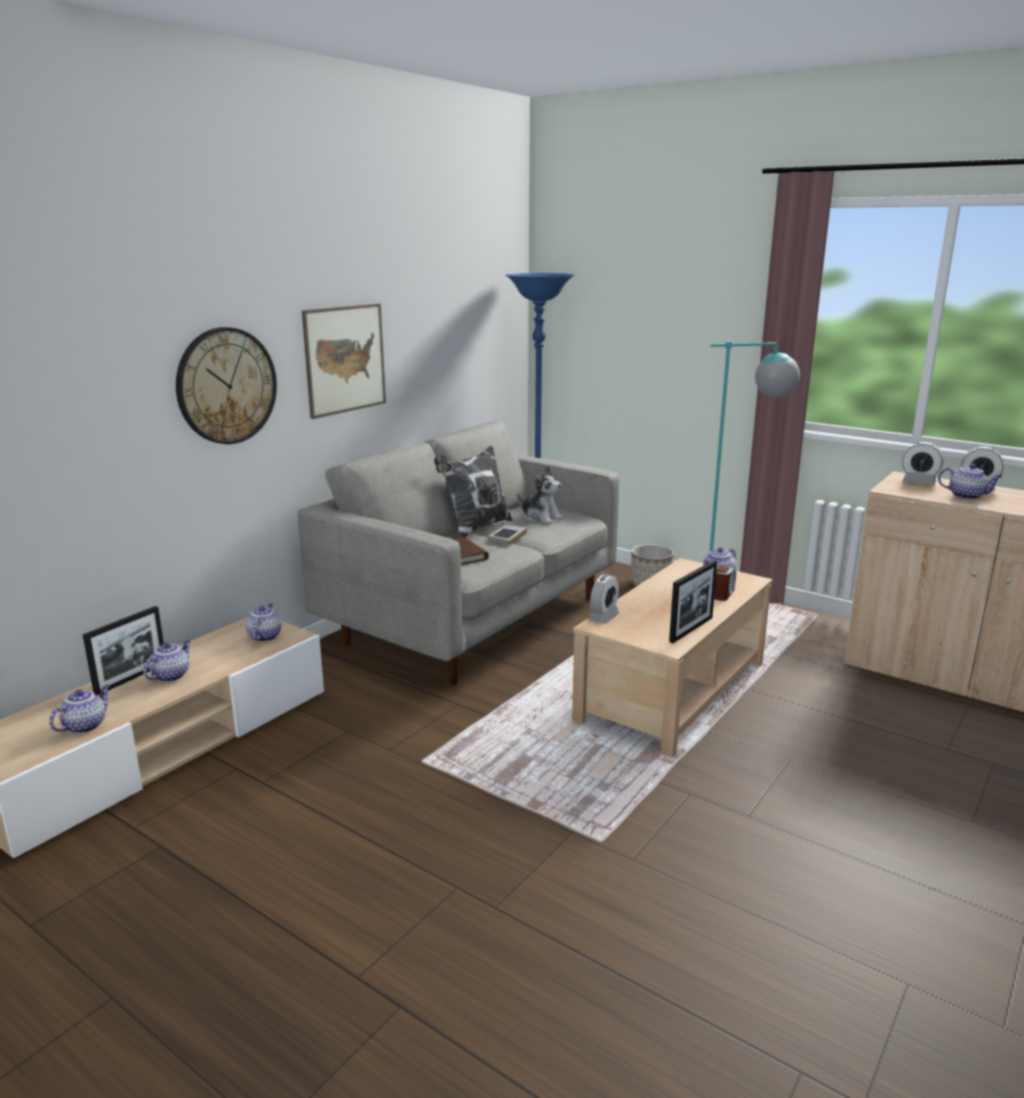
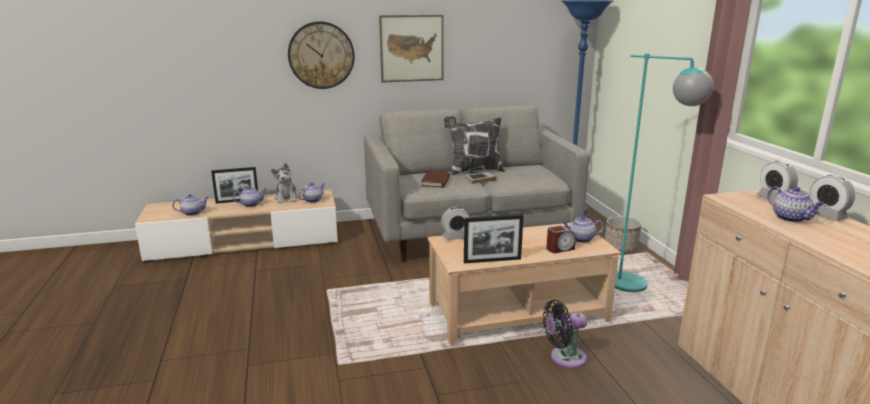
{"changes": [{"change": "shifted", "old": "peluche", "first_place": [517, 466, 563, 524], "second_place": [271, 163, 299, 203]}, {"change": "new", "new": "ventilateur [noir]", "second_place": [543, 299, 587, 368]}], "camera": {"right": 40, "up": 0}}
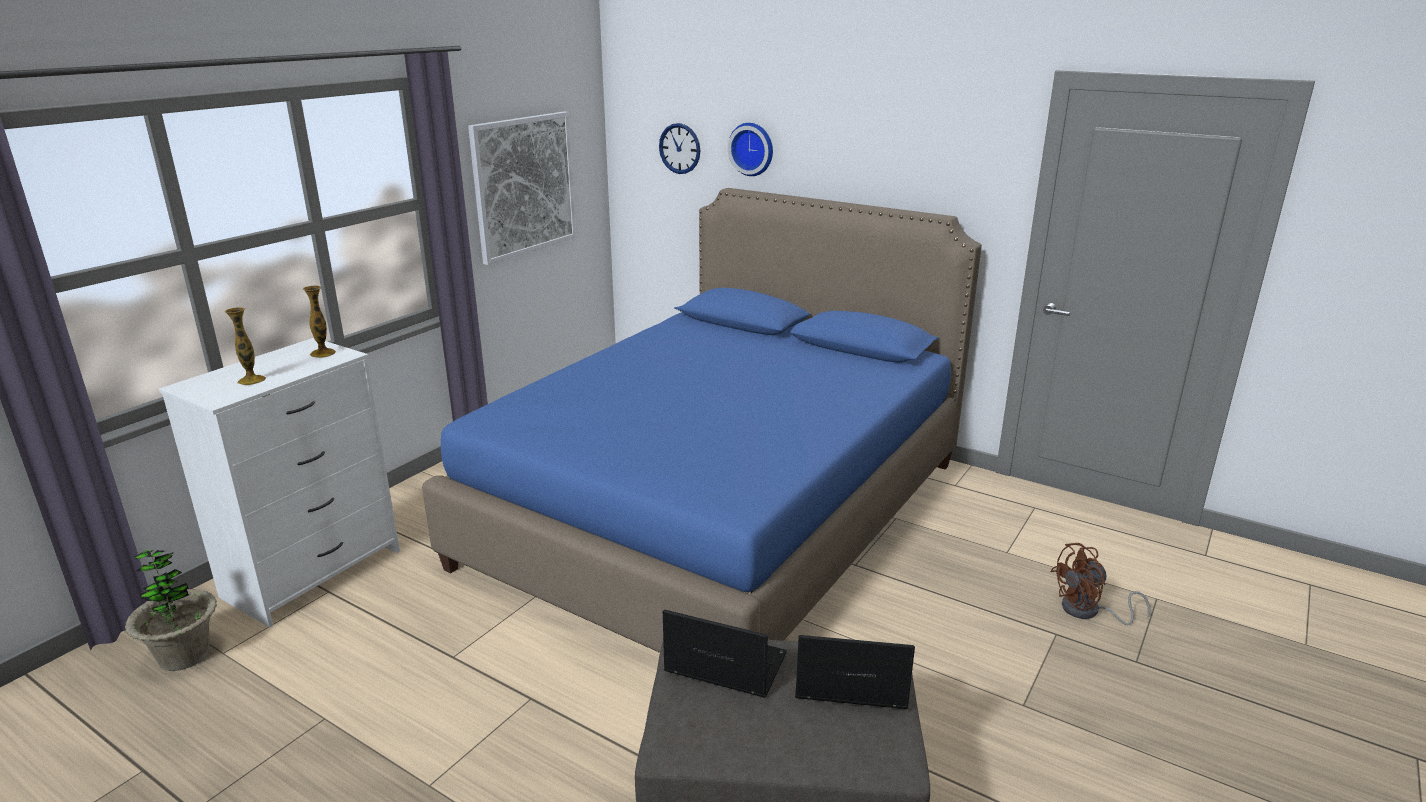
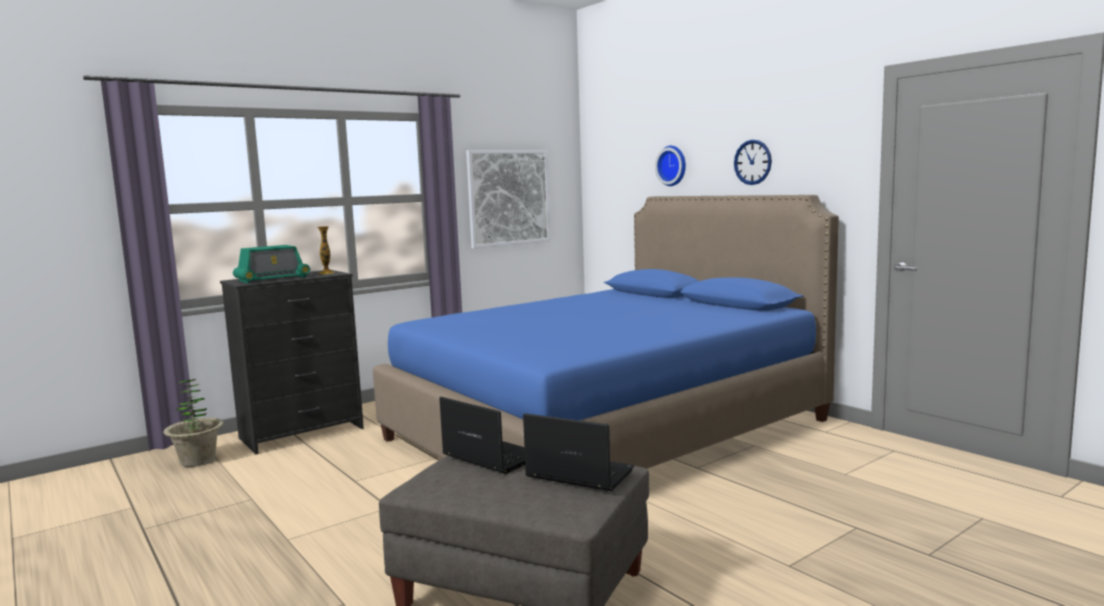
{"changes": [{"change": "shifted", "old": "horloge murale", "first_place": [659, 123, 700, 174], "second_place": [734, 140, 772, 185]}, {"change": "swapped", "old": "vase", "new": "radio", "first_place": [225, 307, 266, 385], "second_place": [233, 245, 310, 284]}, {"change": "repainted", "old": "commode [blanc]", "new": "commode [noir]", "first_place": [159, 338, 400, 628], "second_place": [220, 270, 364, 454]}, {"change": "gone", "old": "ventilateur [marron]", "first_place": [1050, 543, 1150, 625]}], "camera": {"right": 20, "up": -15}}
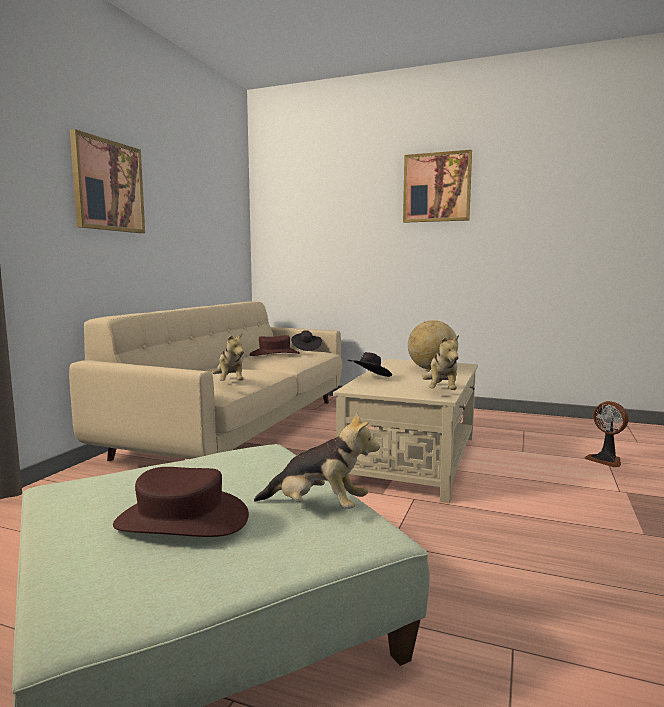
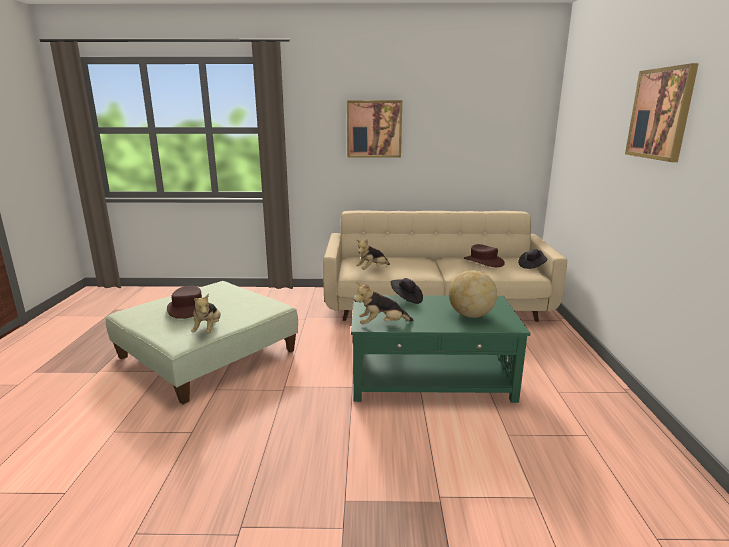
{"changes": [{"change": "repainted", "old": "table basse [beige]", "new": "table basse [vert]", "first_place": [333, 359, 478, 503], "second_place": [351, 295, 530, 403]}, {"change": "gone", "old": "ventilateur", "first_place": [584, 401, 628, 467]}], "camera": {"right": 70, "up": 10}}
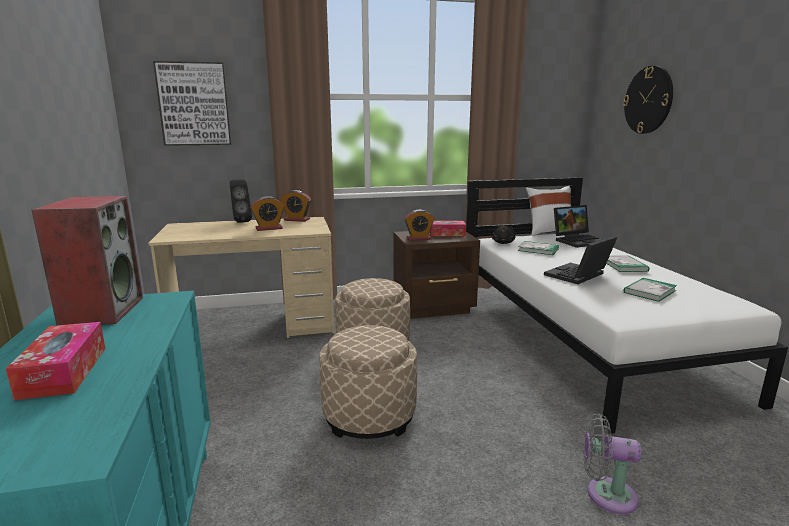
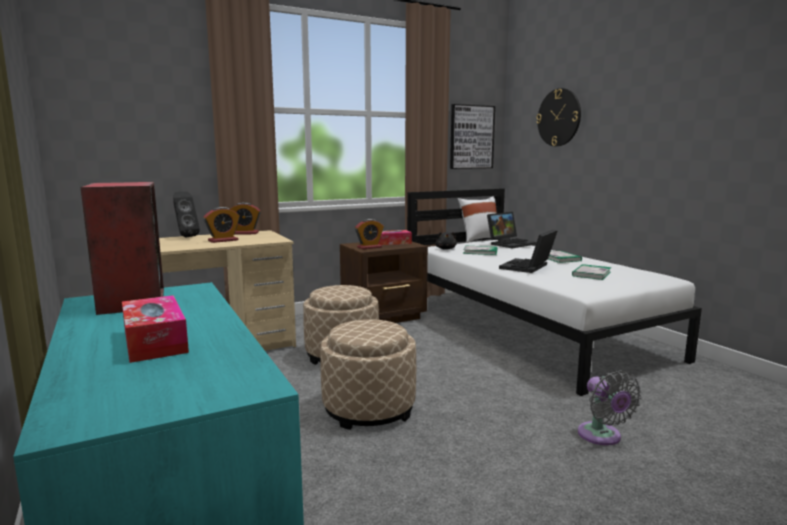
{"changes": [{"change": "shifted", "old": "tableau", "first_place": [153, 61, 231, 146], "second_place": [450, 104, 495, 169]}, {"change": "rotated", "old": "ventilateur [gris]", "first_place": [583, 413, 641, 514], "second_place": [578, 370, 642, 445], "degrees": -105}], "camera": {"right": -15, "up": -5}}
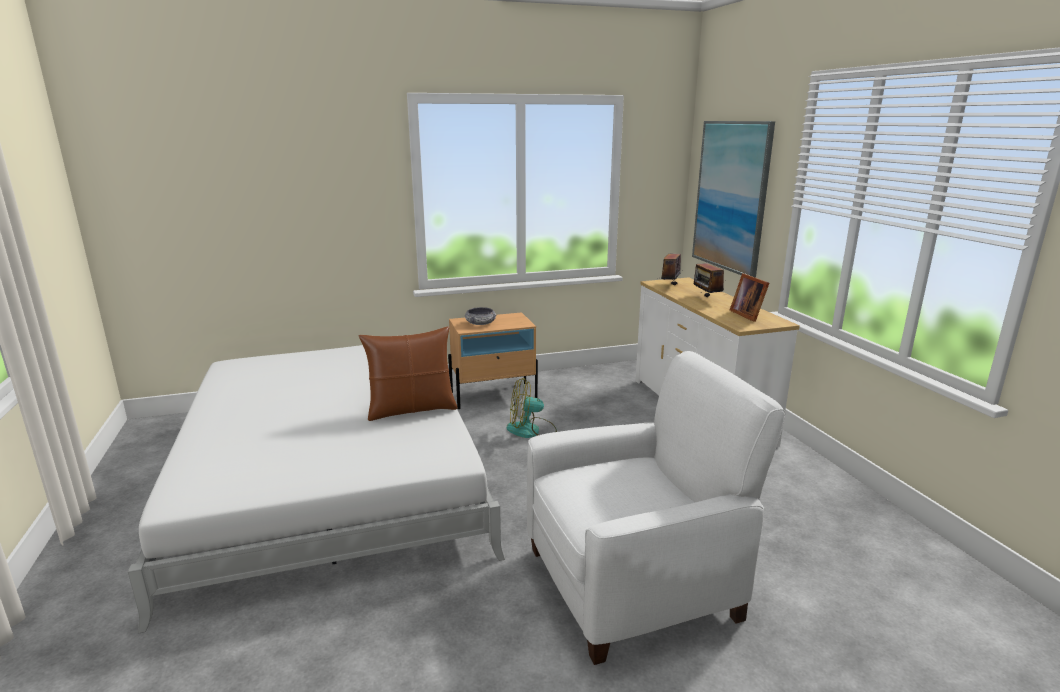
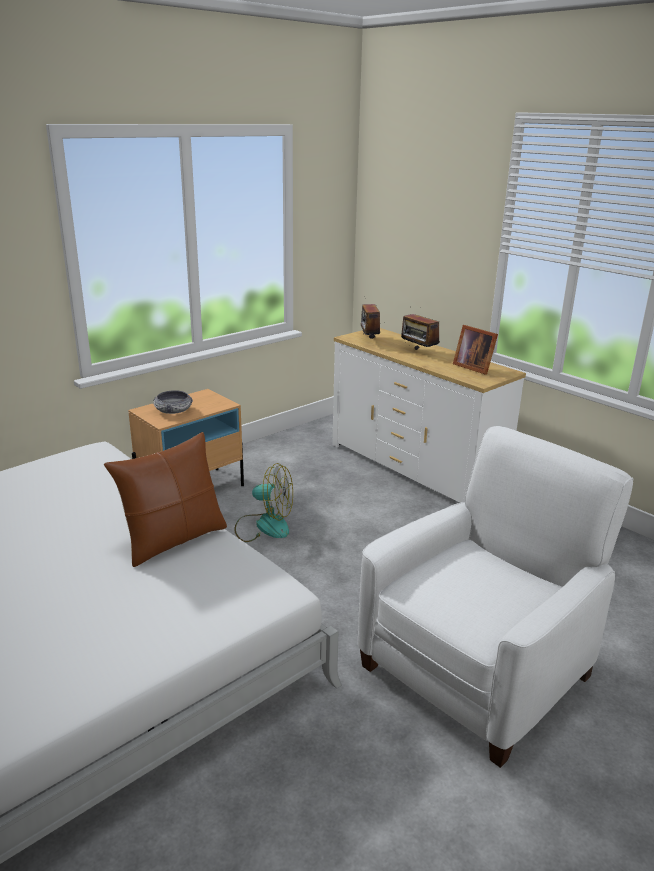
{"changes": [{"change": "gone", "old": "tableau", "first_place": [692, 121, 775, 278]}, {"change": "rotated", "old": "ventilateur", "first_place": [507, 378, 557, 438], "second_place": [234, 463, 293, 542], "degrees": -135}], "camera": {"right": -25, "up": 5}}
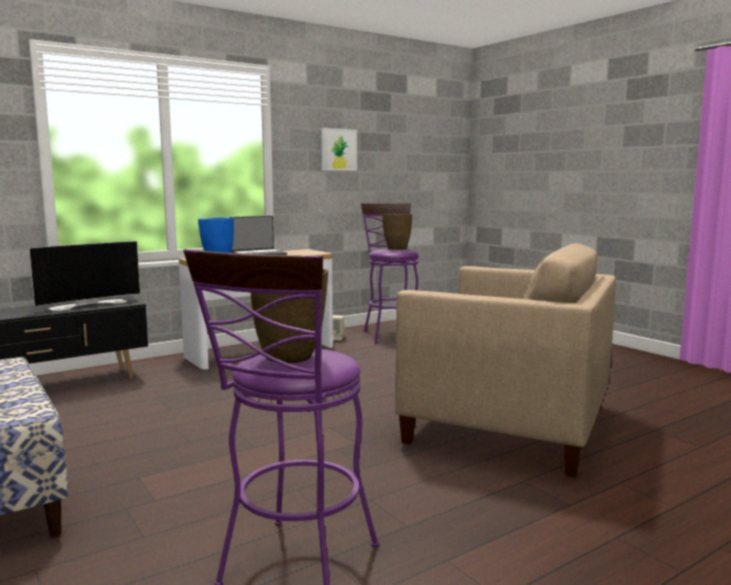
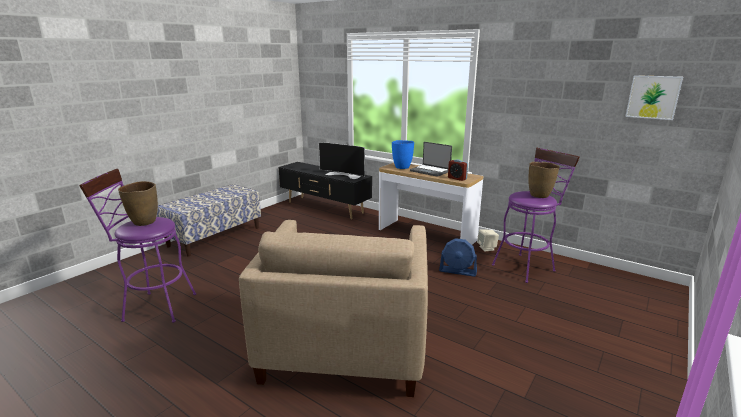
{"changes": [{"change": "shifted", "old": "tableau", "first_place": [321, 128, 357, 171], "second_place": [625, 75, 683, 120]}, {"change": "new", "new": "réveil", "second_place": [448, 159, 468, 181]}, {"change": "new", "new": "ventilateur [bleu]", "second_place": [439, 238, 477, 277]}], "camera": {"right": 70, "up": 10}}
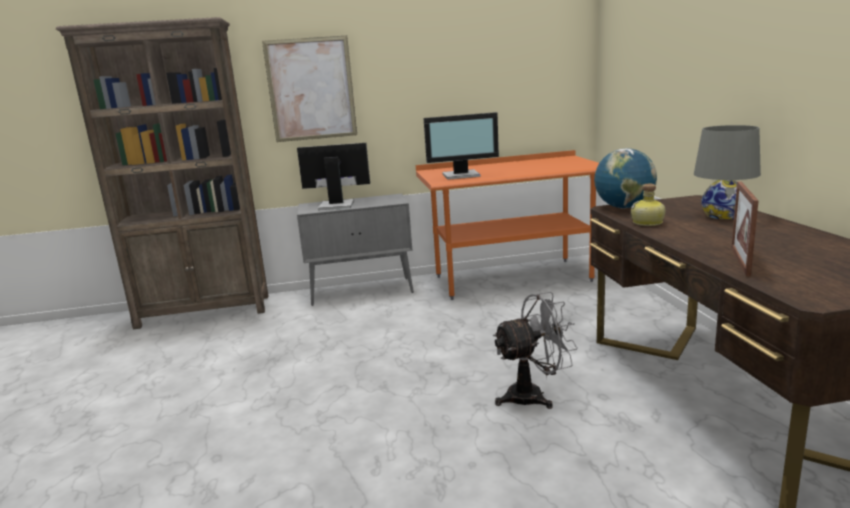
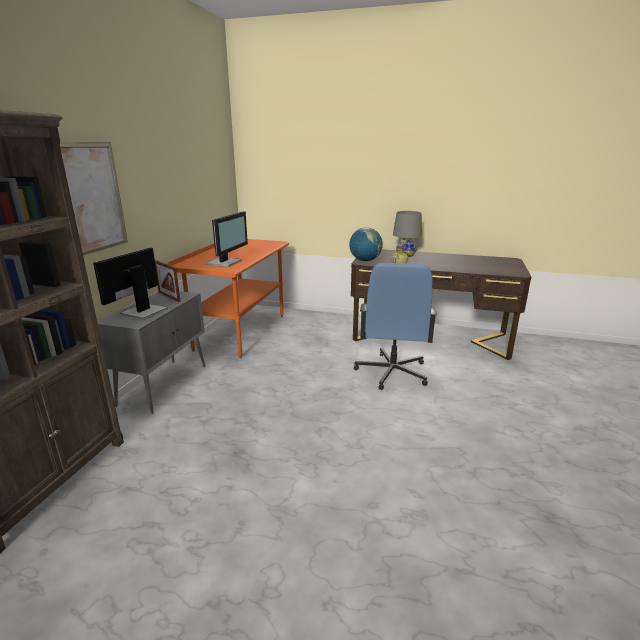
{"changes": [{"change": "shifted", "old": "cadre photo", "first_place": [731, 181, 759, 276], "second_place": [155, 260, 181, 302]}, {"change": "swapped", "old": "ventilateur [gris]", "new": "chaise de bureau [bleu]", "first_place": [493, 292, 577, 409], "second_place": [354, 263, 437, 390]}], "camera": {"right": -65, "up": 5}}
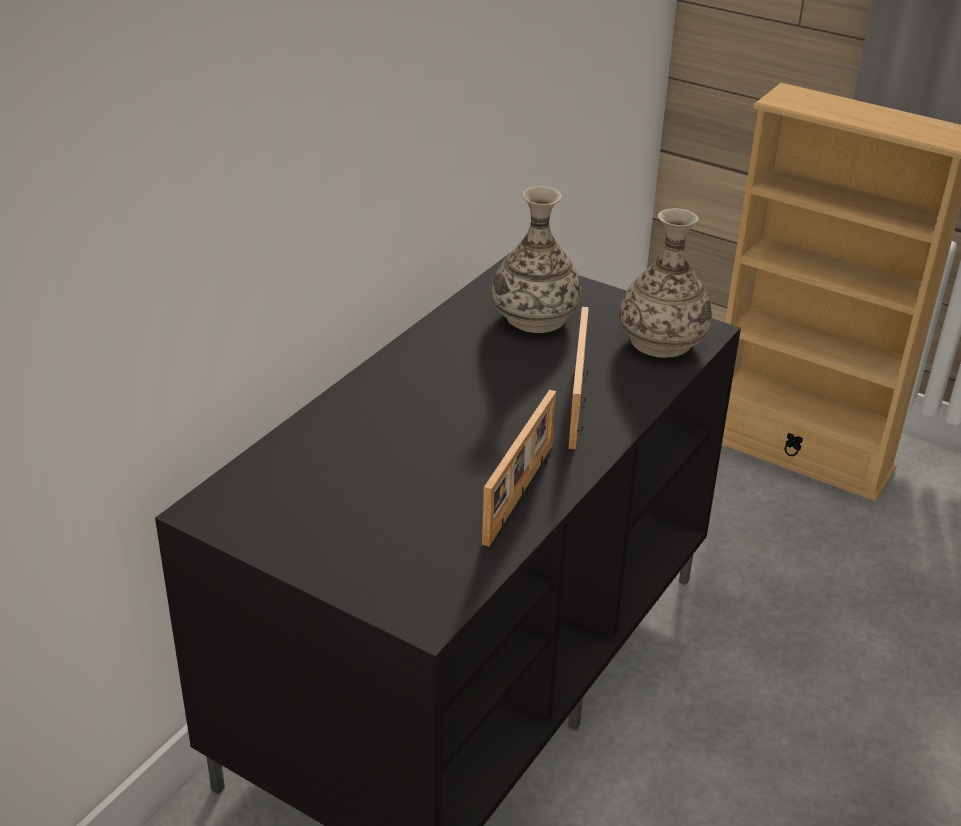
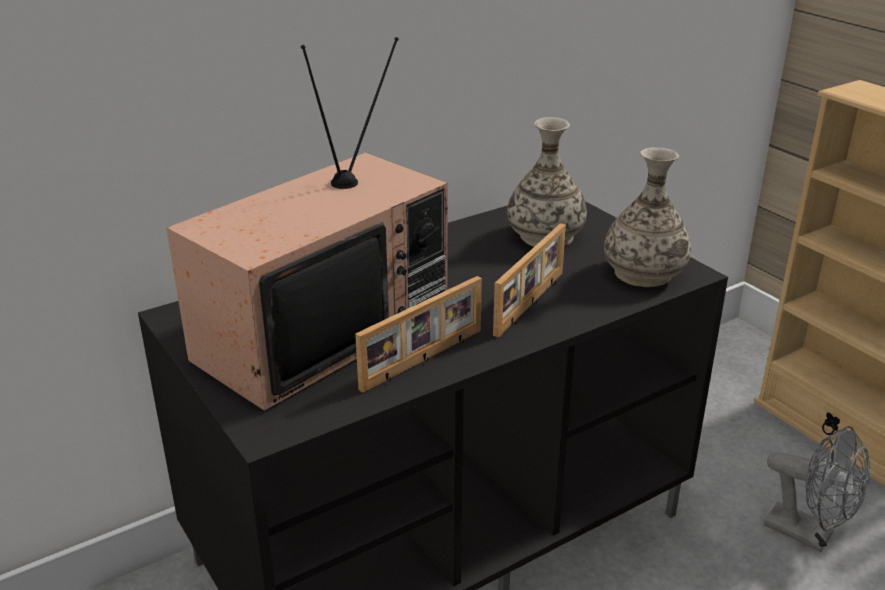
{"changes": [{"change": "new", "new": "téléviseur", "second_place": [167, 37, 448, 412]}, {"change": "new", "new": "ventilateur [gris]", "second_place": [764, 426, 870, 552]}], "camera": {"right": 25, "up": -5}}
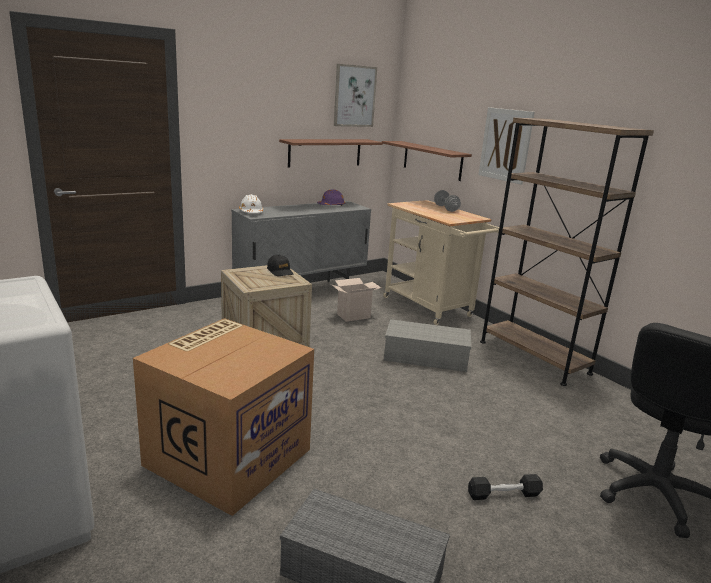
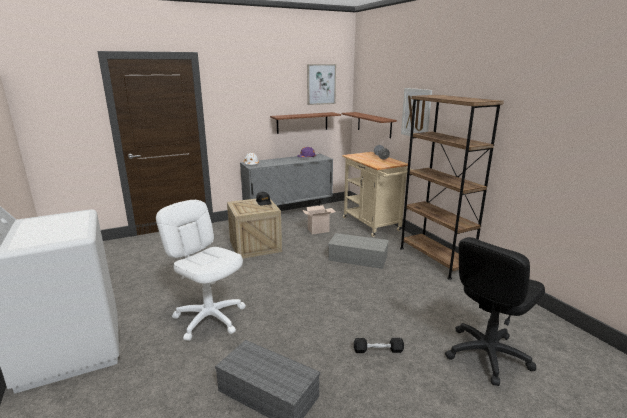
{"changes": [{"change": "swapped", "old": "carton", "new": "chaise de bureau [blanc]", "first_place": [133, 318, 314, 516], "second_place": [156, 200, 246, 341]}], "camera": {"right": 10, "up": 0}}
